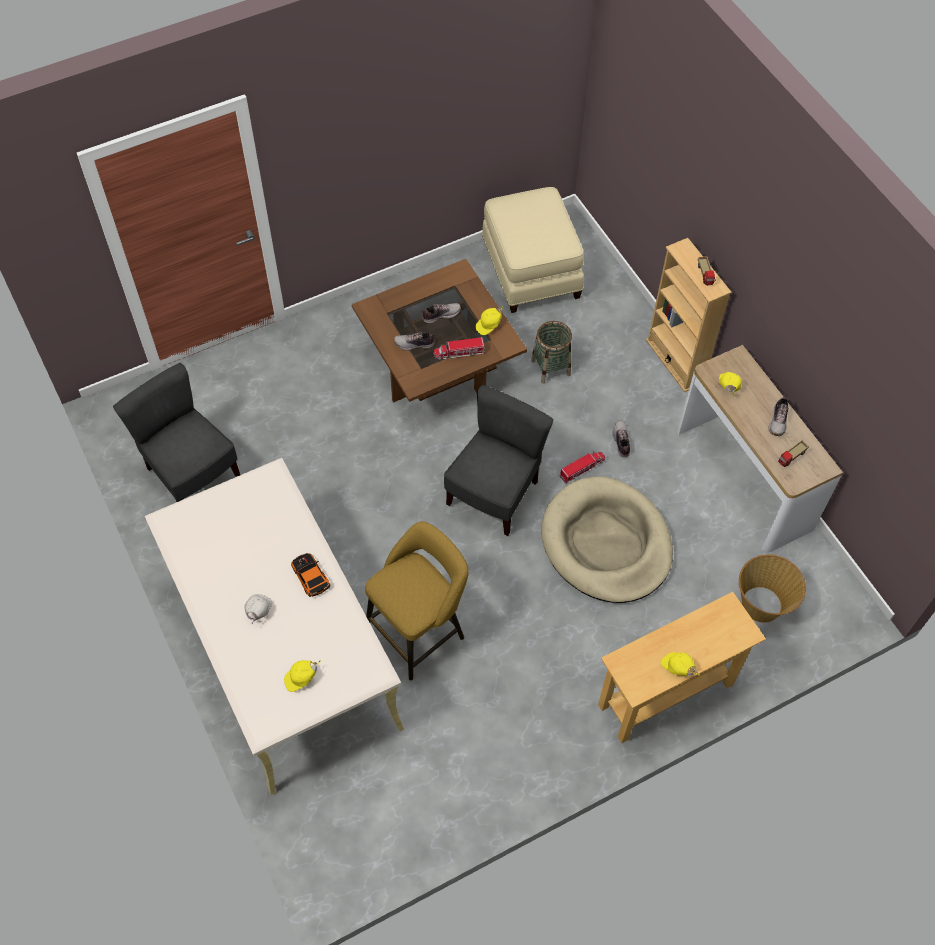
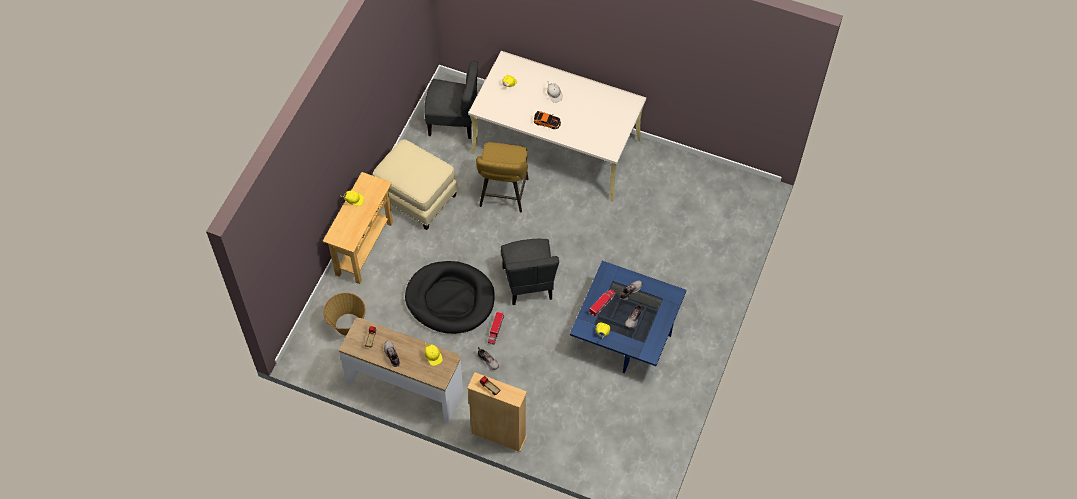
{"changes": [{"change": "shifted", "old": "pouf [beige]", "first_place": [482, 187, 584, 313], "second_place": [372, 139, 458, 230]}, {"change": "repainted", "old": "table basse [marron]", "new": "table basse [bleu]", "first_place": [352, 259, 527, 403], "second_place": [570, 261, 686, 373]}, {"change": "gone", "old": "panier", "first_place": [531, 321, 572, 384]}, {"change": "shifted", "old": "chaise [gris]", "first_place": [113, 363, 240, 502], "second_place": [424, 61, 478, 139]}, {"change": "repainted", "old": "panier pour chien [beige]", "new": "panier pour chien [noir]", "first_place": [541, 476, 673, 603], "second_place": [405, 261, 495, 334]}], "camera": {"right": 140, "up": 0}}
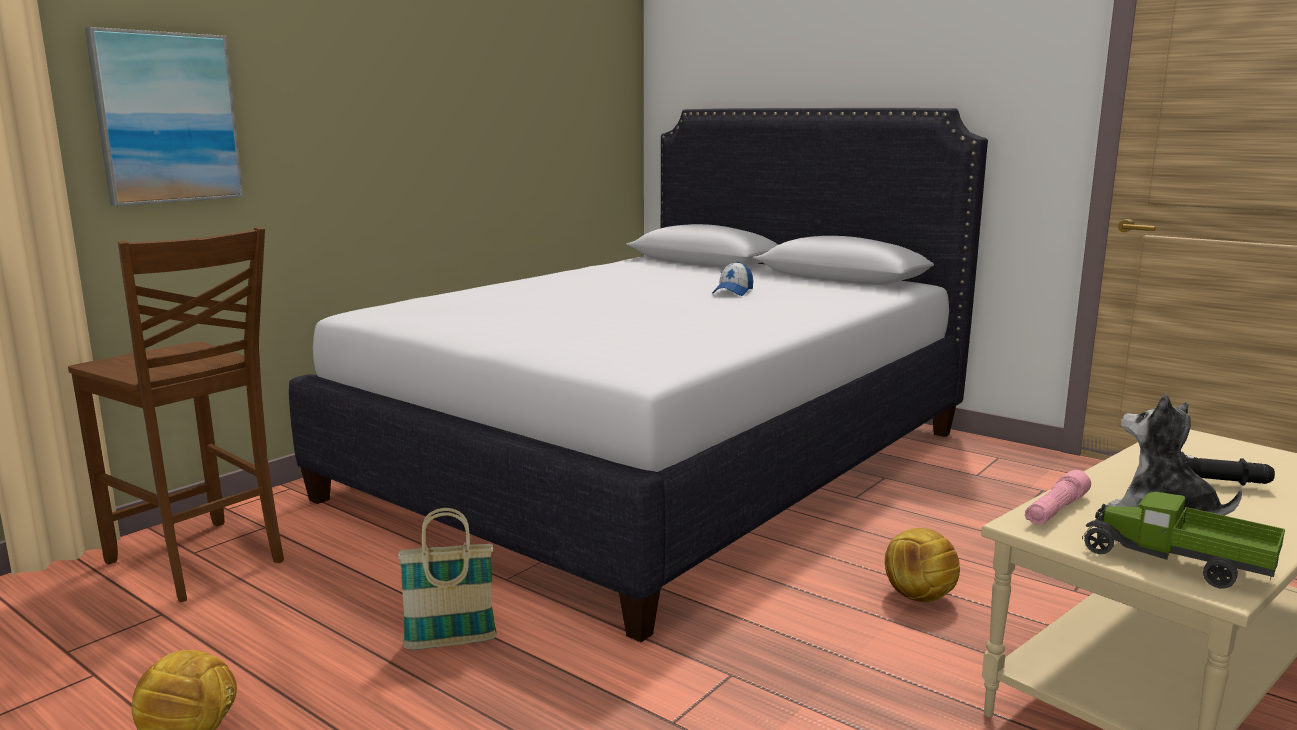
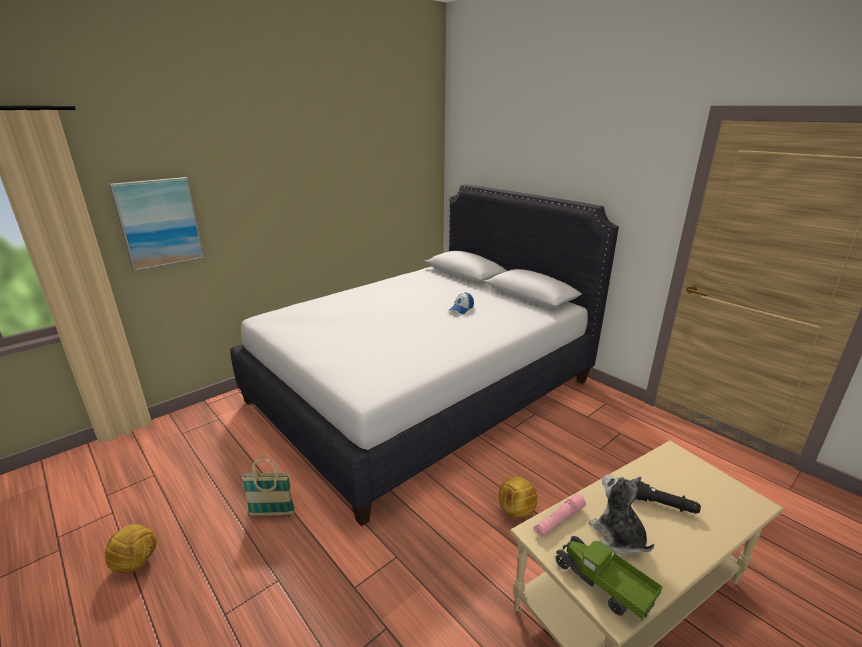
{"changes": [{"change": "gone", "old": "chaise [marron]", "first_place": [68, 227, 284, 602]}], "camera": {"right": 10, "up": 10}}
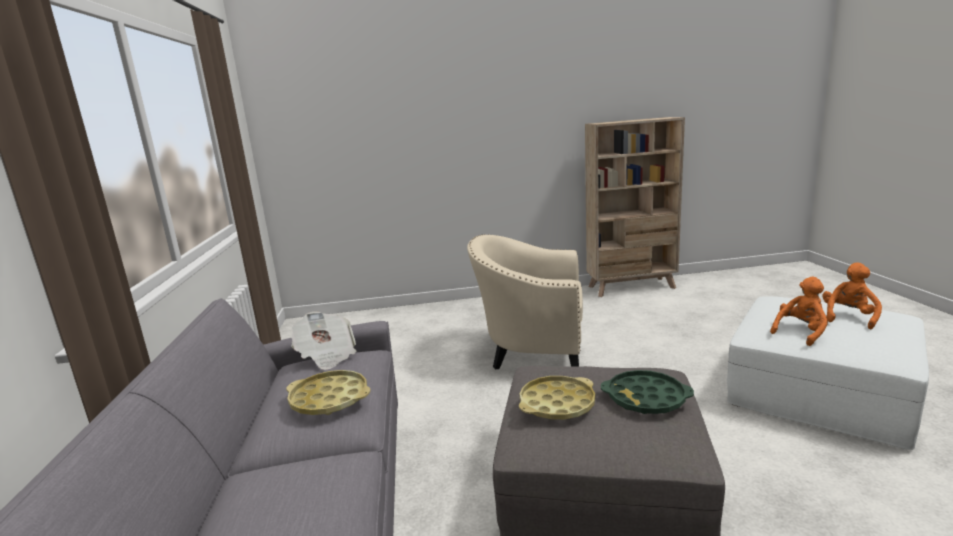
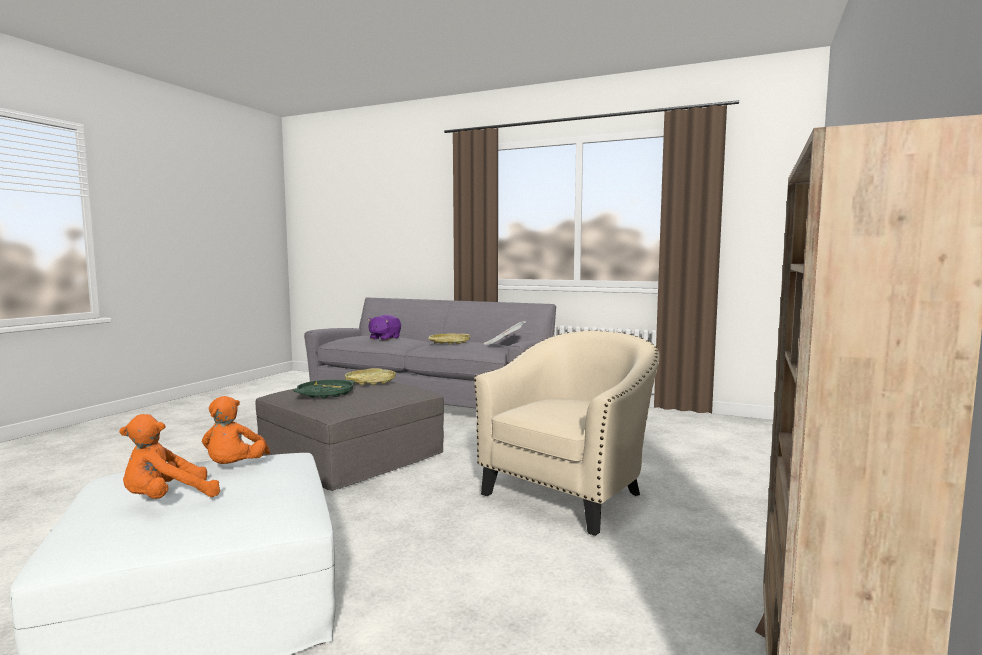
{"changes": [{"change": "rotated", "old": "peluche [orange]", "first_place": [822, 262, 882, 330], "second_place": [119, 414, 220, 499], "degrees": 75}, {"change": "new", "new": "peluche [violet]", "second_place": [368, 314, 401, 341]}], "camera": {"right": 120, "up": -10}}
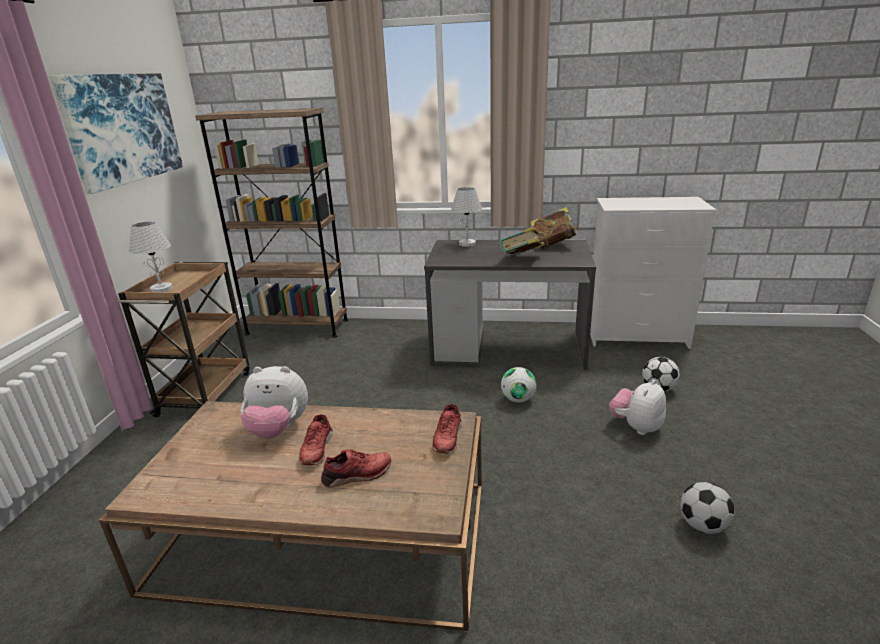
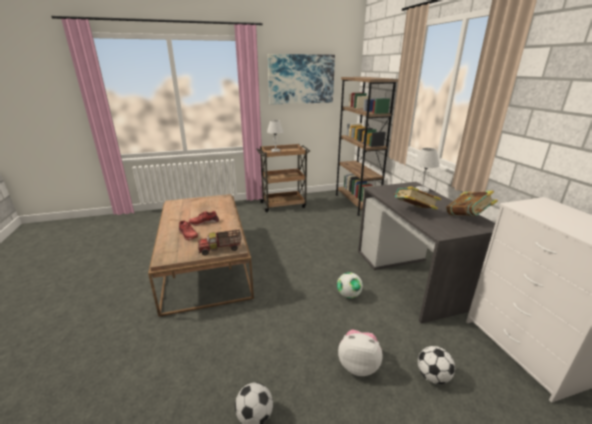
{"changes": [{"change": "gone", "old": "peluche", "first_place": [240, 366, 308, 439]}, {"change": "swapped", "old": "chaussure [rouge]", "new": "camion jouet", "first_place": [432, 404, 462, 454], "second_place": [198, 229, 242, 255]}], "camera": {"right": 65, "up": 0}}
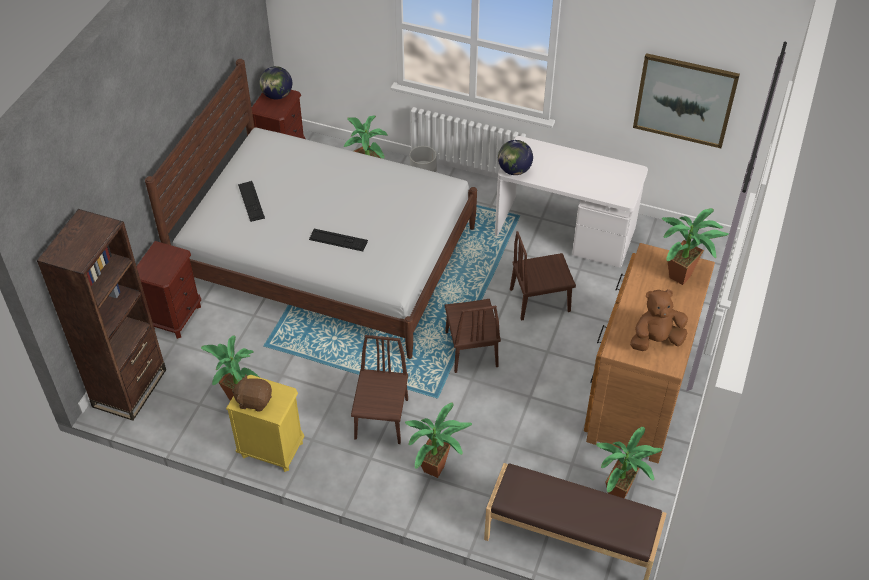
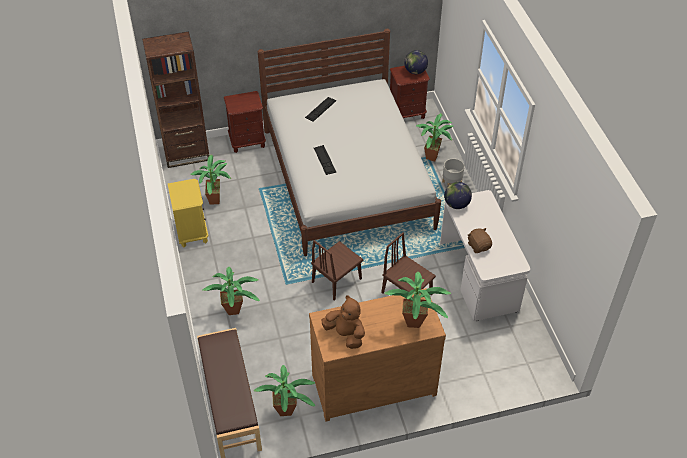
{"changes": [{"change": "gone", "old": "tableau", "first_place": [633, 53, 740, 148]}, {"change": "gone", "old": "chaise [marron]", "first_place": [351, 335, 408, 444]}, {"change": "shifted", "old": "peluche [marron]", "first_place": [232, 374, 272, 412], "second_place": [468, 228, 492, 253]}], "camera": {"right": 55, "up": 0}}
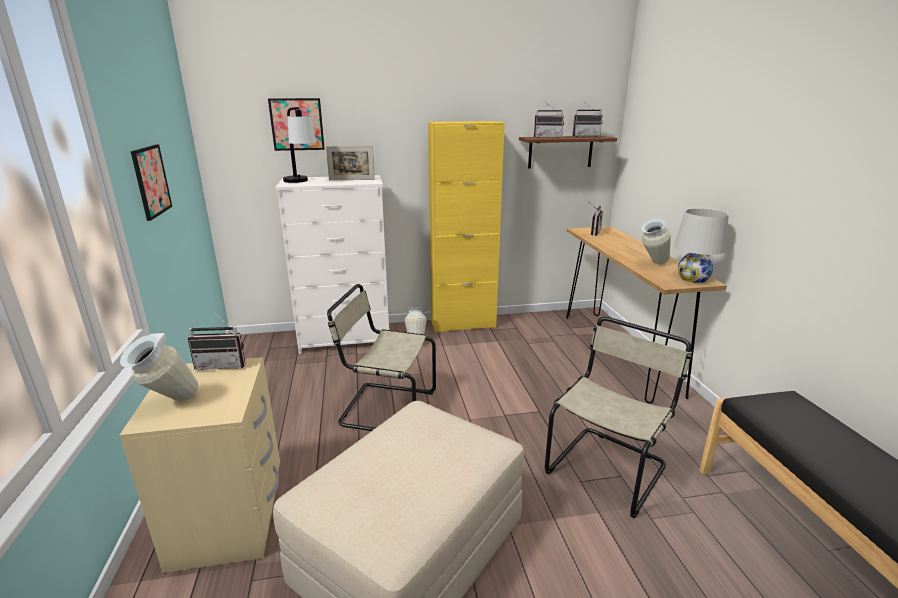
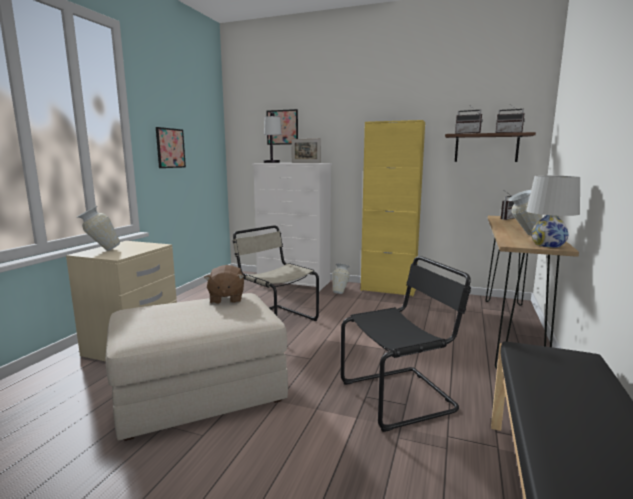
{"changes": [{"change": "gone", "old": "radio", "first_place": [188, 309, 245, 370]}, {"change": "repainted", "old": "chaise [beige]", "new": "chaise [noir]", "first_place": [545, 317, 692, 518], "second_place": [341, 256, 471, 432]}, {"change": "new", "new": "peluche [marron]", "second_place": [204, 265, 244, 304]}], "camera": {"right": 30, "up": -10}}
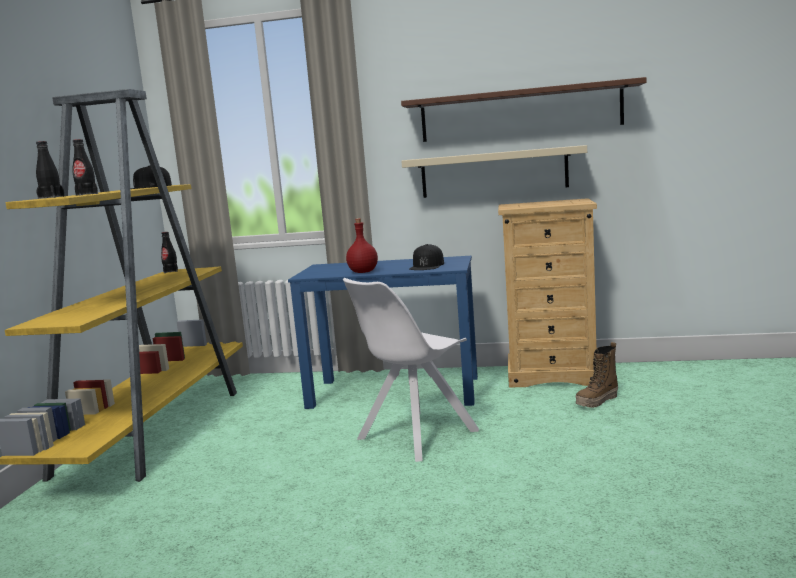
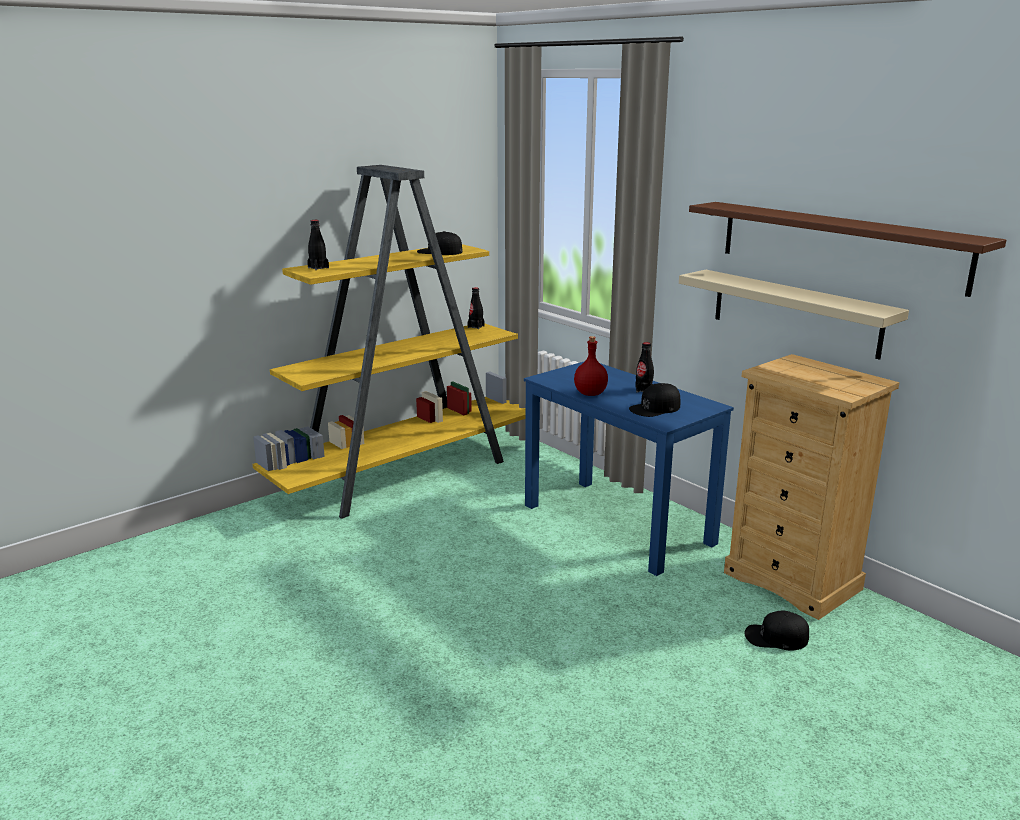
{"changes": [{"change": "shifted", "old": "bouteille [noir]", "first_place": [72, 139, 98, 196], "second_place": [635, 342, 654, 392]}, {"change": "gone", "old": "chaise [blanc]", "first_place": [343, 278, 479, 462]}, {"change": "swapped", "old": "botte", "new": "casquette [noir]", "first_place": [576, 342, 618, 408], "second_place": [745, 611, 809, 651]}], "camera": {"right": 40, "up": 10}}
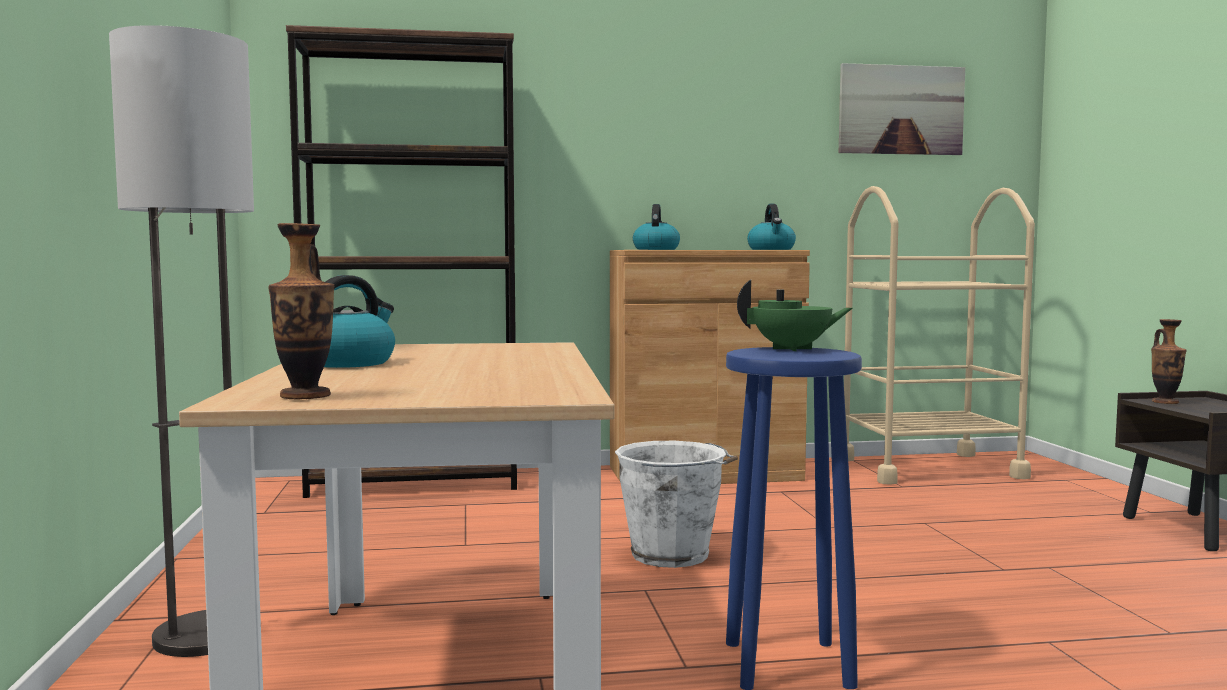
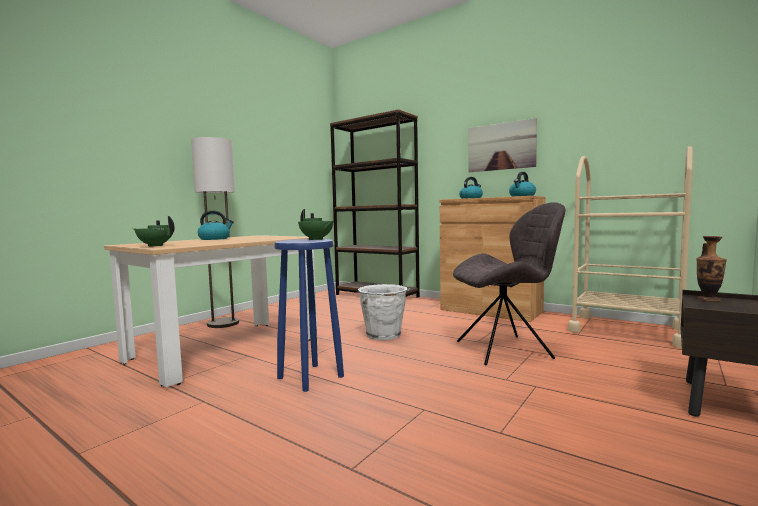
{"changes": [{"change": "shifted", "old": "tableau", "first_place": [839, 63, 965, 155], "second_place": [469, 118, 537, 172]}, {"change": "gone", "old": "vase", "first_place": [268, 223, 334, 399]}, {"change": "new", "new": "chaise [gris]", "second_place": [453, 202, 566, 365]}, {"change": "new", "new": "théière [vert]", "second_place": [133, 216, 175, 247]}], "camera": {"right": 45, "up": 0}}
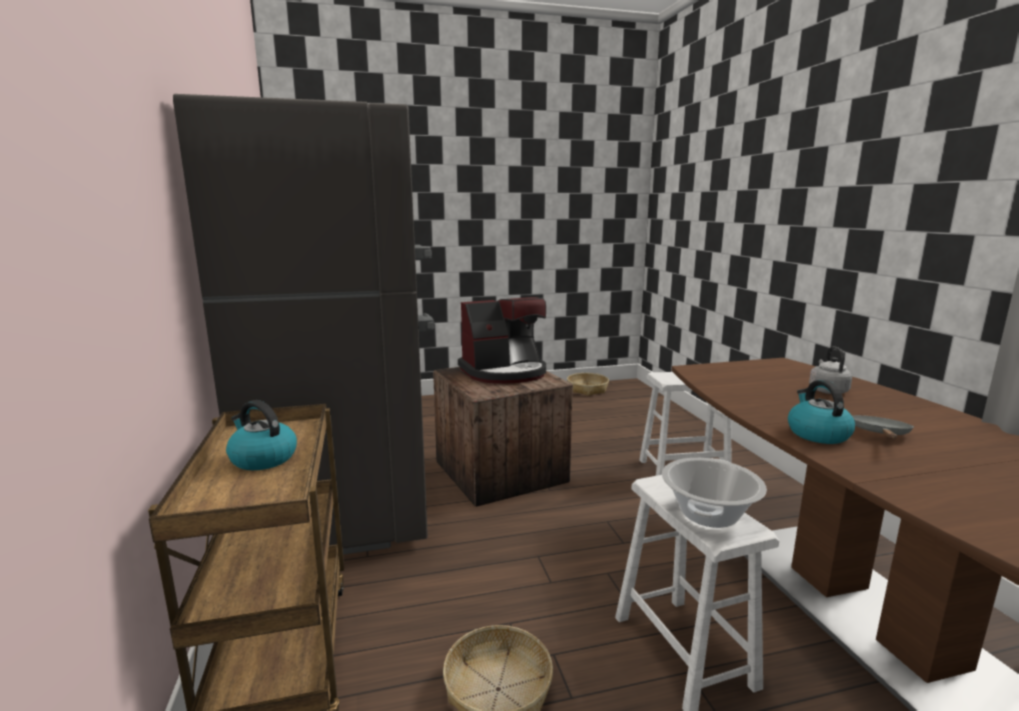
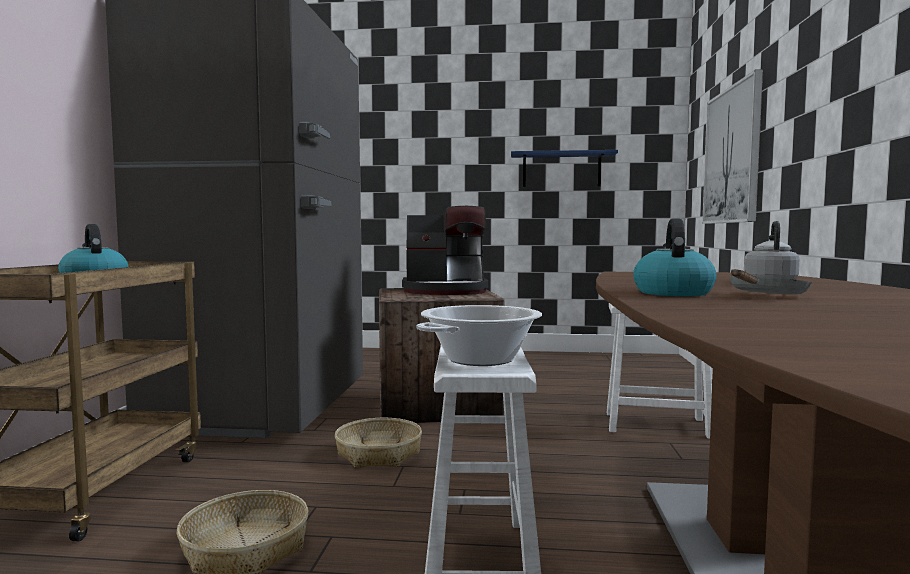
{"changes": [{"change": "shifted", "old": "panier", "first_place": [567, 373, 609, 396], "second_place": [335, 418, 422, 468]}, {"change": "new", "new": "tableau", "second_place": [702, 69, 763, 224]}, {"change": "new", "new": "étagère [bleu]", "second_place": [511, 150, 618, 187]}], "camera": {"right": 20, "up": -10}}
